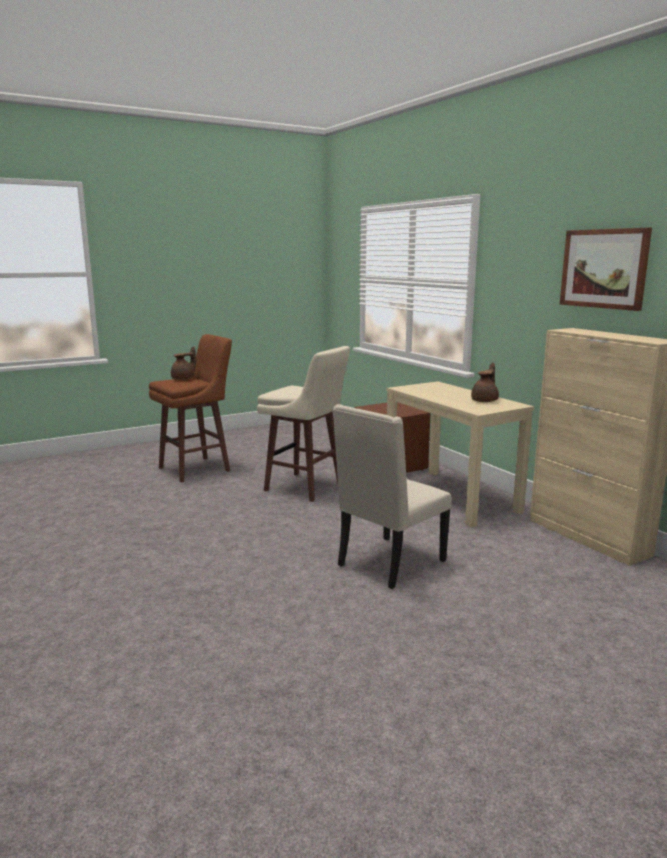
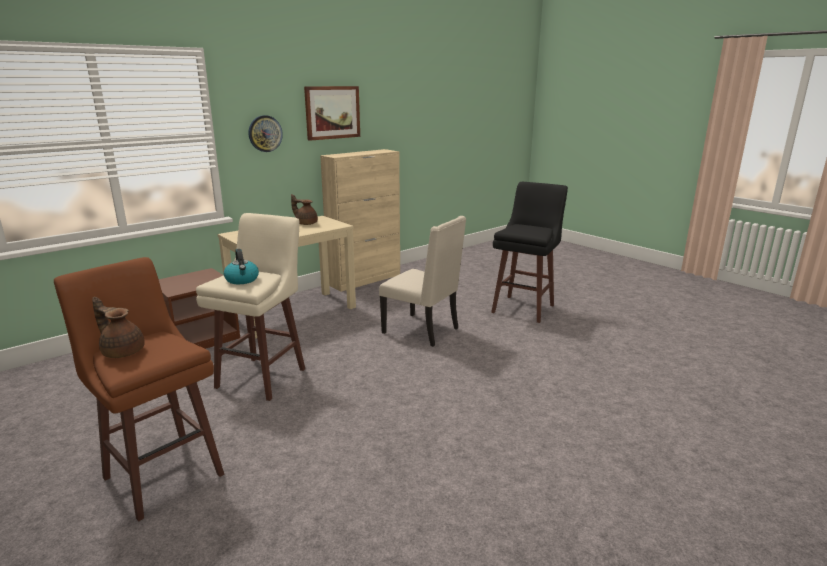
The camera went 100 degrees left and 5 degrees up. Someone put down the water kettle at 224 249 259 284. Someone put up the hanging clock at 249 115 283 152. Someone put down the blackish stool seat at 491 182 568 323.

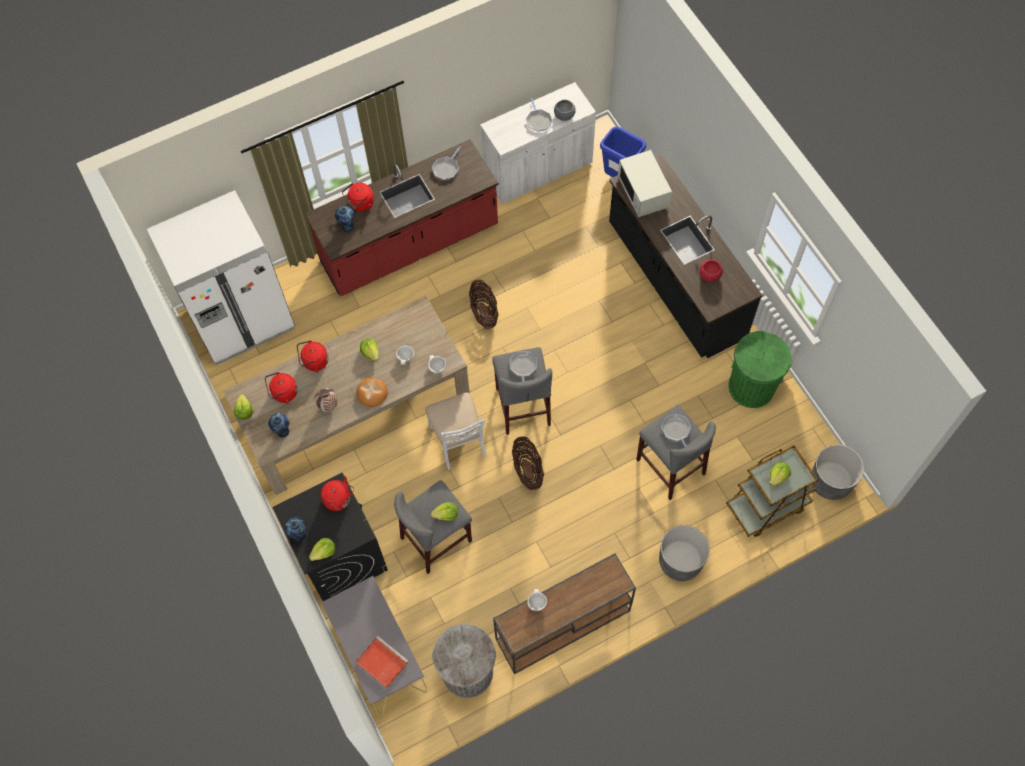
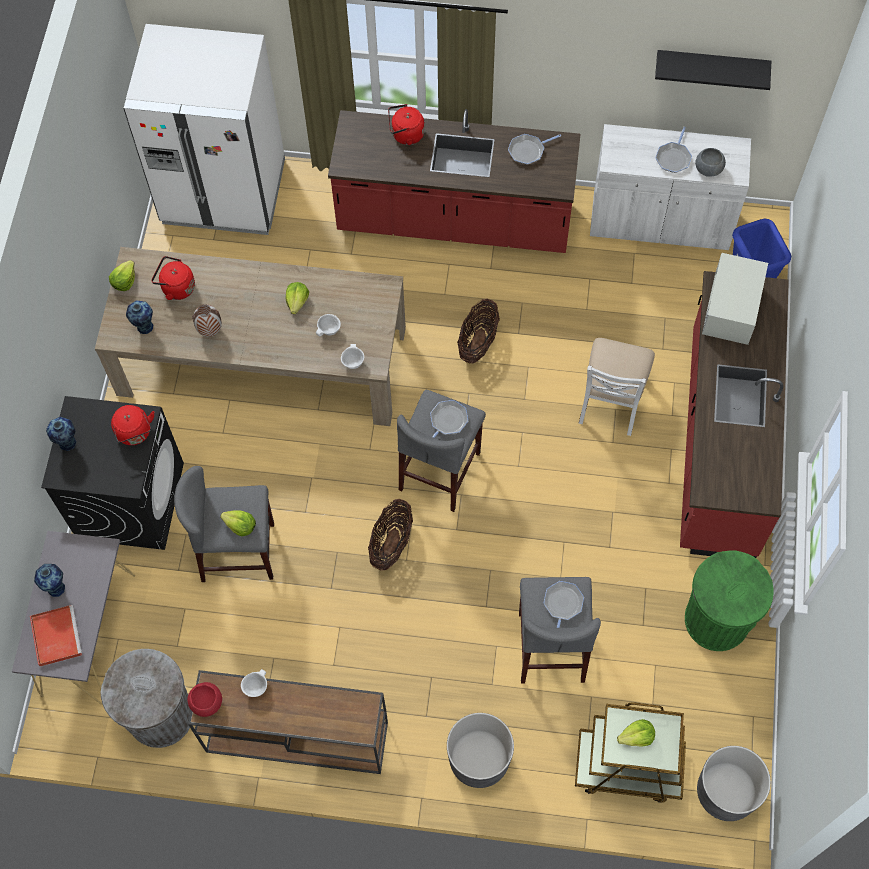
The camera went 35 degrees right and 0 degrees up. Someone took away the reddish water kettle at 297 340 328 372. Someone took away the lettuce at 309 538 335 561. Someone took away the baked bread at 356 378 388 407. Someone put up the blackish bracket shelf at 655 50 771 90. Someone carried the vase from 335 206 355 232 to 34 564 65 597. Someone carried the white upright chair from 425 393 487 470 to 579 338 655 436. Someone carried the reddish serving bowl from 699 260 723 282 to 187 682 222 717. Someone repainted the blackish kitchen counter at 609 155 763 359, which became the reddish kitchen counter at 680 271 789 558.

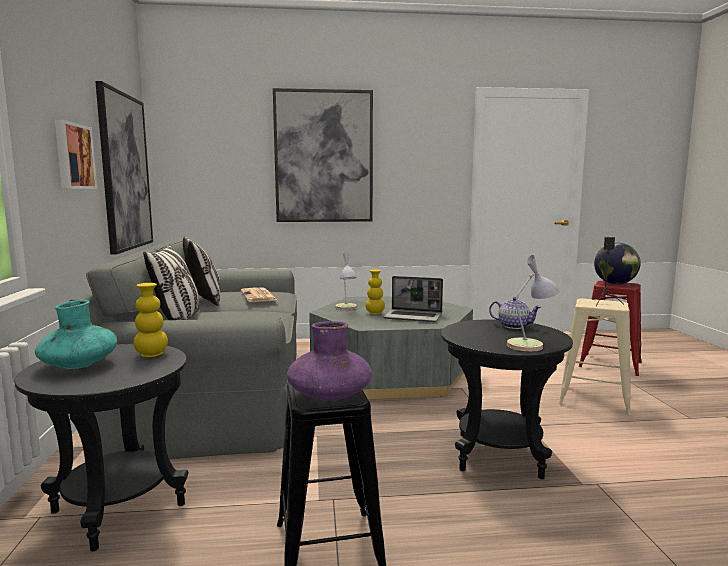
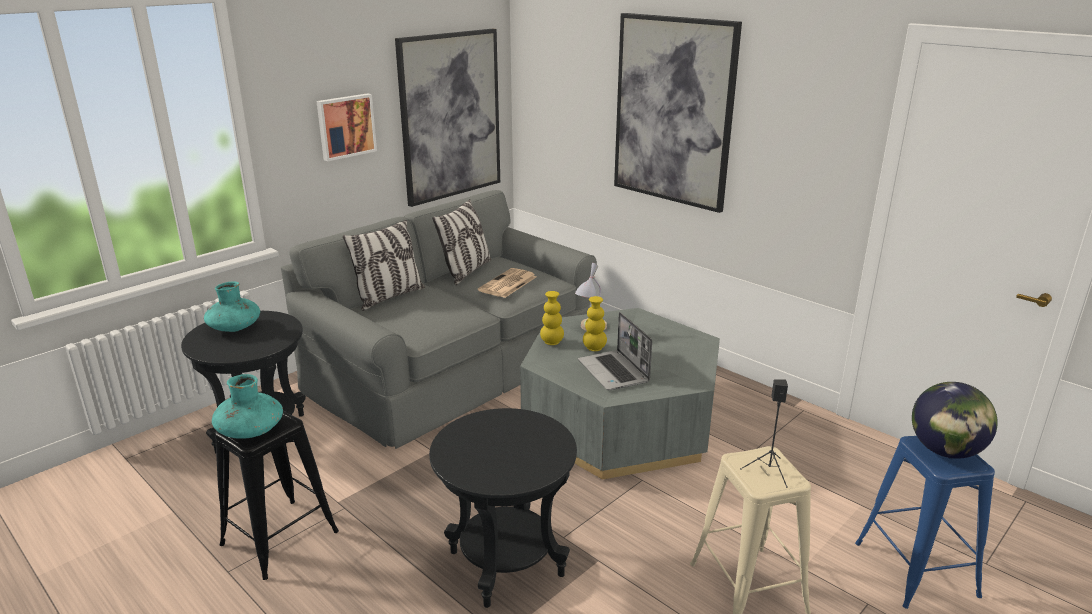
The camera went 50 degrees right and 15 degrees up. Someone took away the tea pot at 489 297 541 329. Someone took away the lamp for a table at 507 255 560 352. Someone carried the yellow-coloured vase from 133 283 168 357 to 540 291 564 345. Someone repainted the purple vase at 287 321 372 401, which became the blue-green vase at 212 374 283 439. Someone repainted the reddish stool seat at 579 281 642 376, which became the blue stool seat at 855 436 995 609.

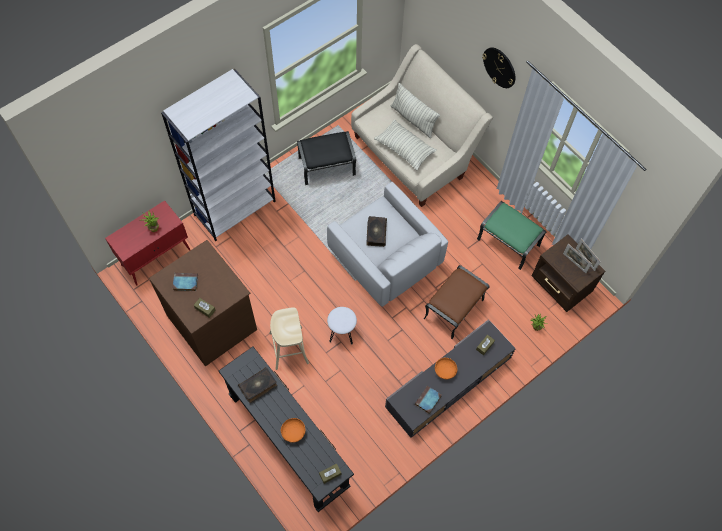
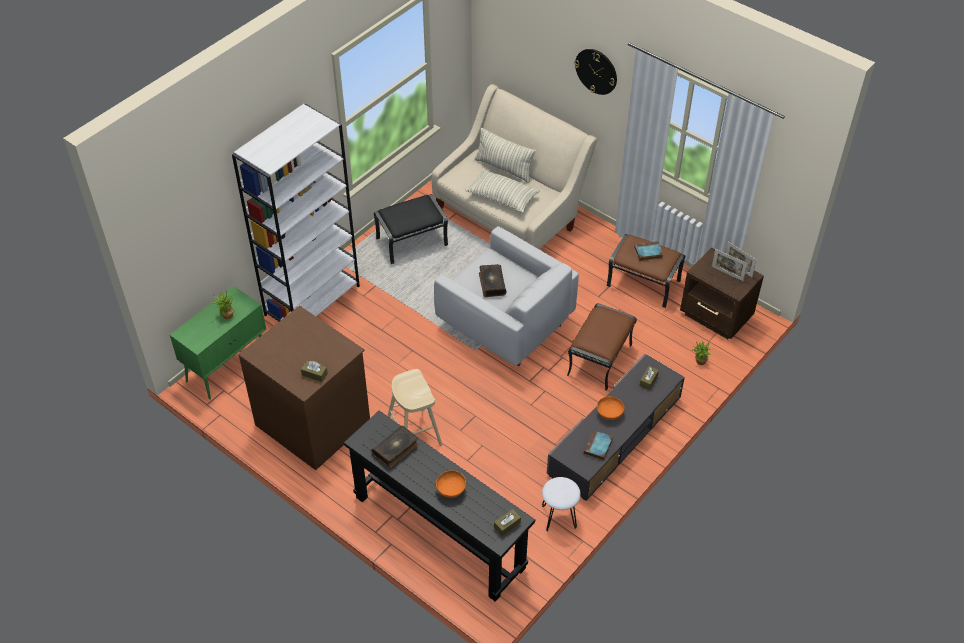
The camera went 10 degrees left and 15 degrees down. Someone carried the bound book from 172 273 198 291 to 634 241 663 261. Someone carried the white stool seat from 327 307 357 344 to 542 477 581 531. Someone repainted the reddish cupboard at 105 200 191 286, which became the greenish cupboard at 170 286 266 400. Someone repainted the greenish footrest at 477 201 547 270, which became the brown footrest at 607 234 685 308.

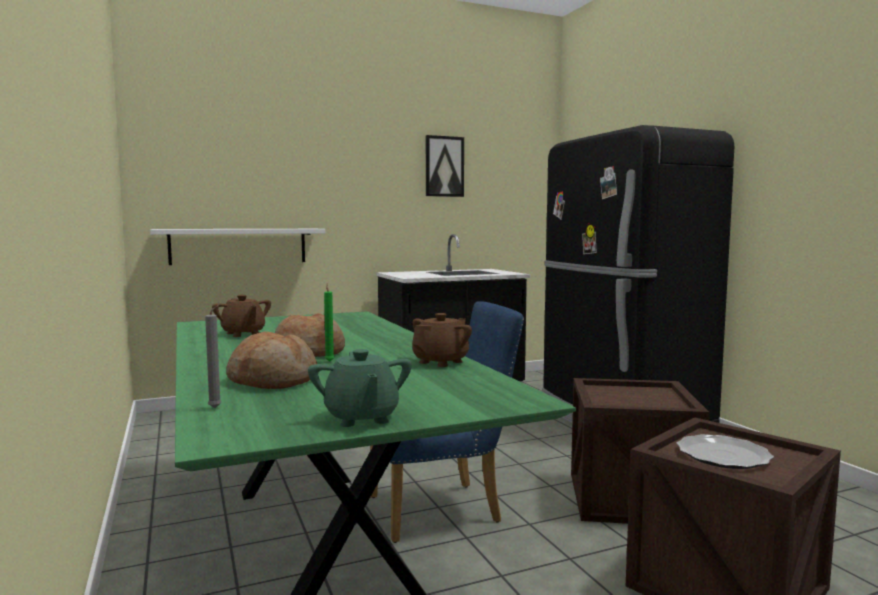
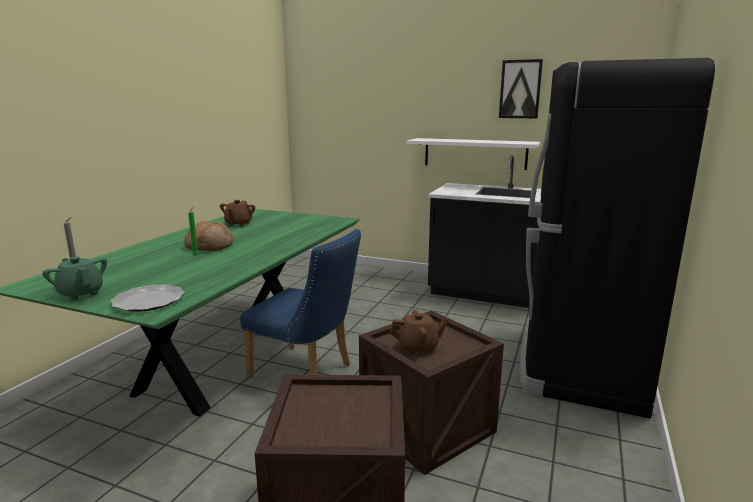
The camera went 45 degrees right and 10 degrees up. Someone took away the baked bread at 226 331 317 389. Someone carried the white bracket shelf from 150 229 325 265 to 407 138 540 170. Someone carried the brown tea pot from 412 313 472 367 to 390 310 448 354. Someone carried the flat dish from 676 434 774 469 to 110 284 185 312. Someone rotated the greenish tea pot at 308 349 412 427 by 105 degrees clockwise.

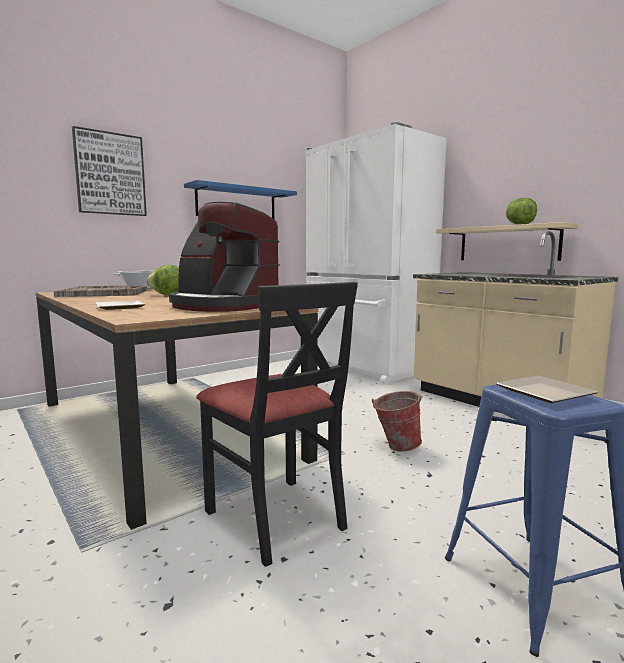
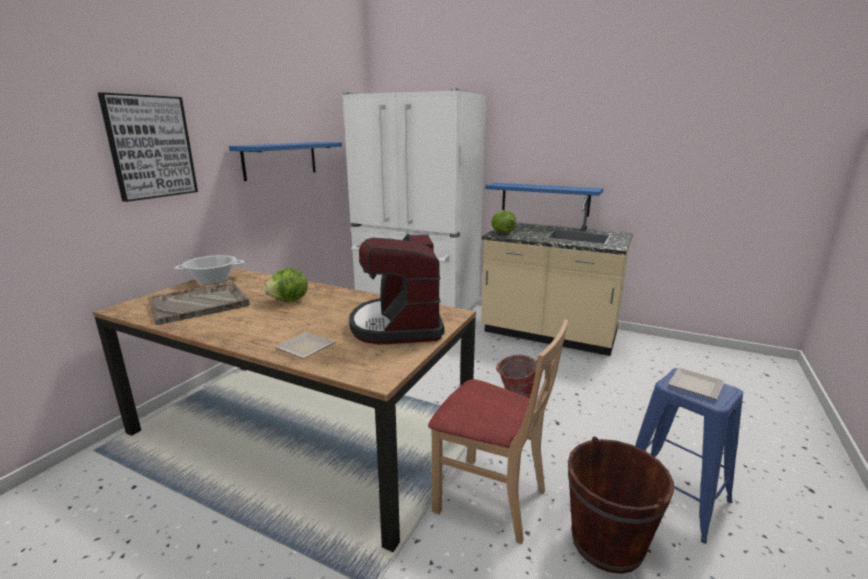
The camera went 25 degrees left and 10 degrees up. Someone put down the brown pail at 568 436 674 574. Someone carried the lettuce from 506 198 537 225 to 491 211 516 233. Someone repainted the blackish upright chair at 196 282 358 567, which became the beige-coloured upright chair at 428 319 568 544. Someone repainted the beige-coloured bracket shelf at 436 222 579 261, which became the blue bracket shelf at 485 183 603 217. Someone rotated the coffee maker at 169 202 280 312 by 75 degrees clockwise.

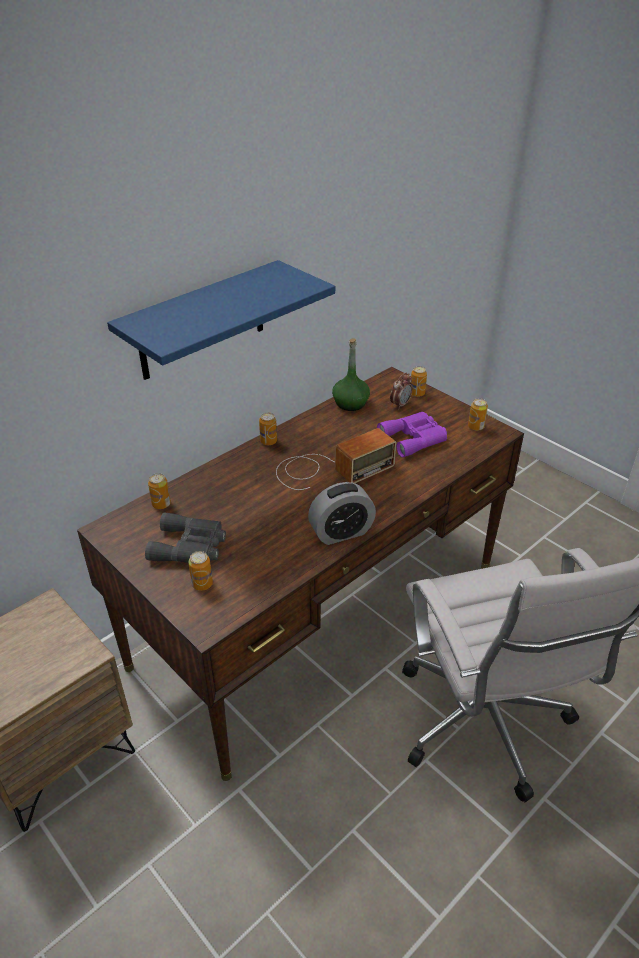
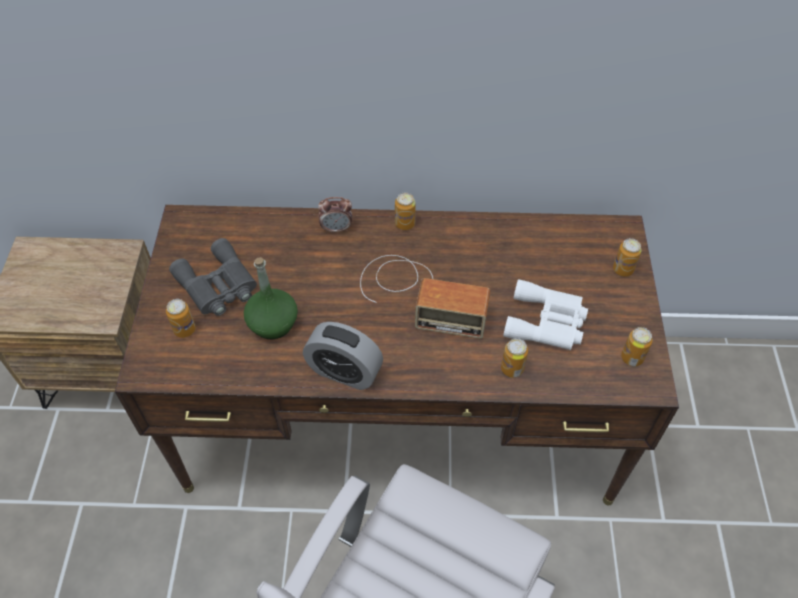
The camera went 45 degrees right and 15 degrees up. Someone took away the blue bracket shelf at 107 260 335 380. Someone carried the metal can from 148 473 171 509 to 501 338 528 378. Someone carried the greenish drink bottle from 332 338 370 411 to 244 257 298 339. Someone carried the alarm clock from 390 373 412 410 to 318 197 352 233. Someone repainted the purple binoculars at 377 412 447 458, which became the white binoculars at 503 279 588 350.

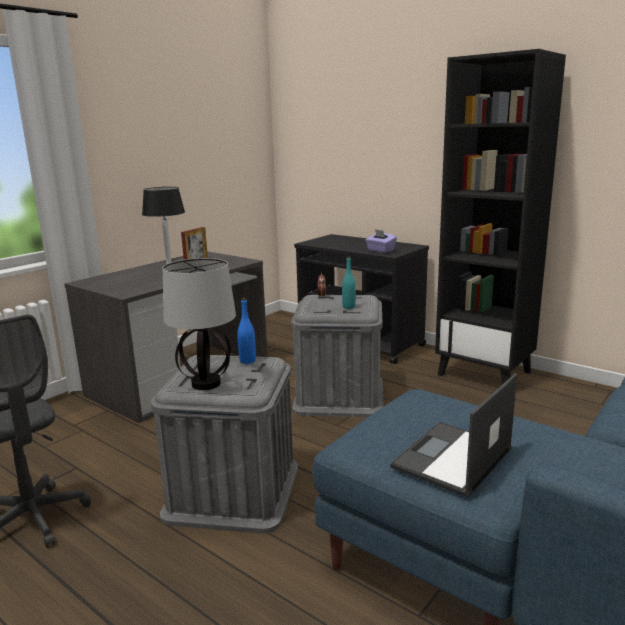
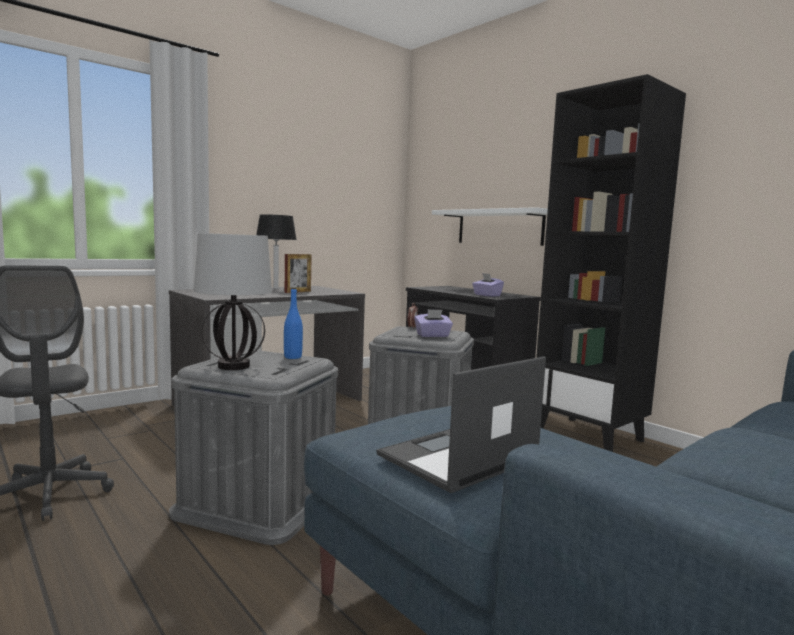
The camera went 10 degrees right and 10 degrees down. Someone put up the white bracket shelf at 432 207 548 246. Someone swapped the blue-green drink bottle at 342 257 356 309 for the purple tissue holder at 414 309 453 337.

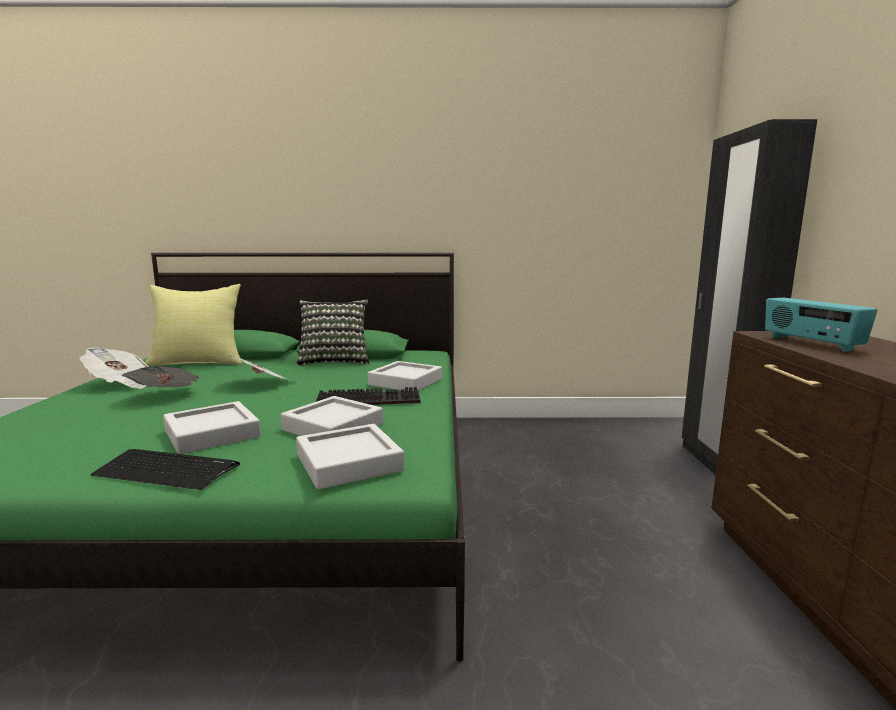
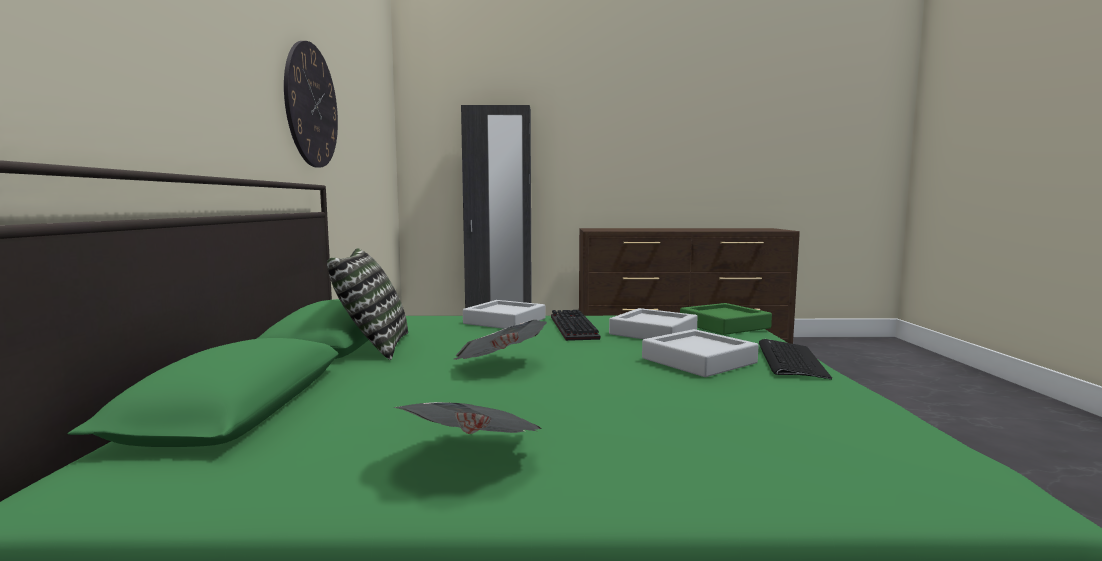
The camera went 90 degrees left and 5 degrees down. Someone took away the newspaper at 122 366 199 387. Someone took away the yellow-coloured cushion at 145 284 242 366. Someone took away the radio receiver at 765 298 878 352. Someone put up the hanging clock at 284 41 338 168. Someone repainted the gray serving tray at 296 424 404 489, which became the greenish serving tray at 680 303 772 335.

